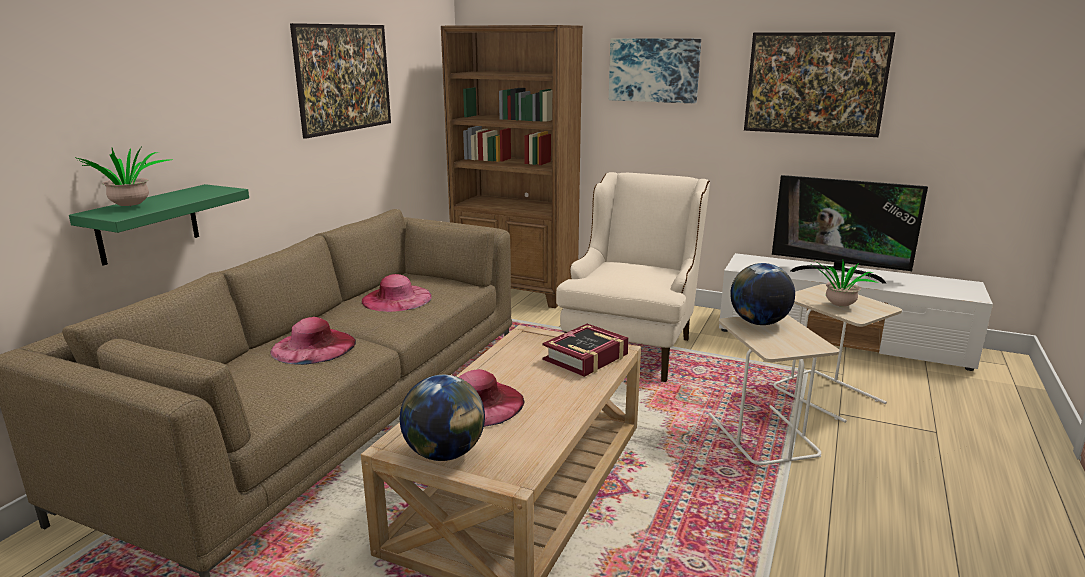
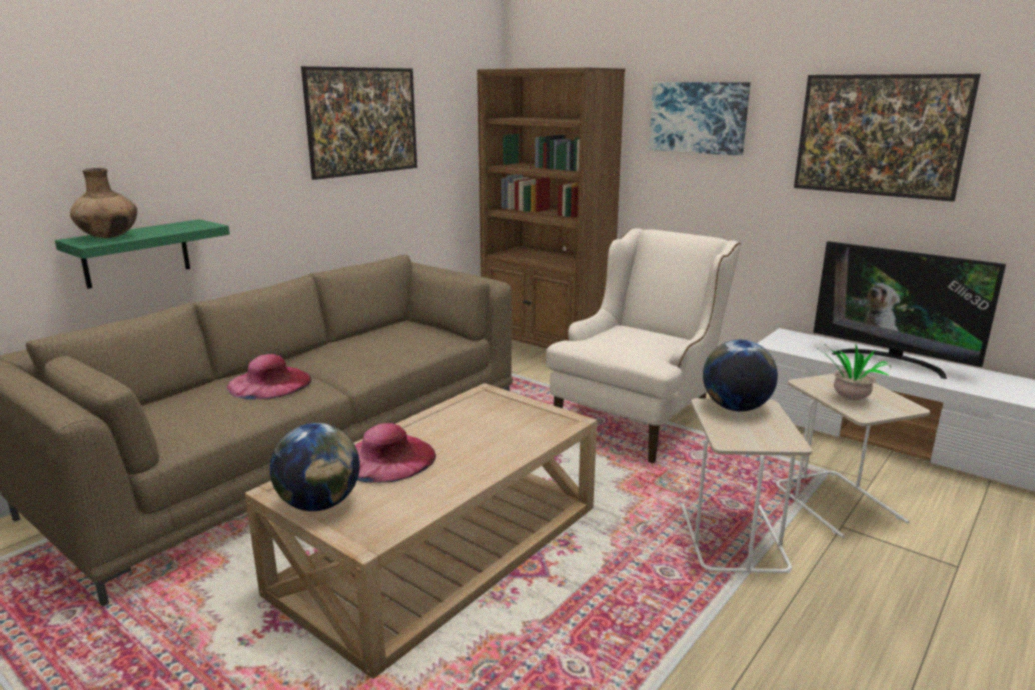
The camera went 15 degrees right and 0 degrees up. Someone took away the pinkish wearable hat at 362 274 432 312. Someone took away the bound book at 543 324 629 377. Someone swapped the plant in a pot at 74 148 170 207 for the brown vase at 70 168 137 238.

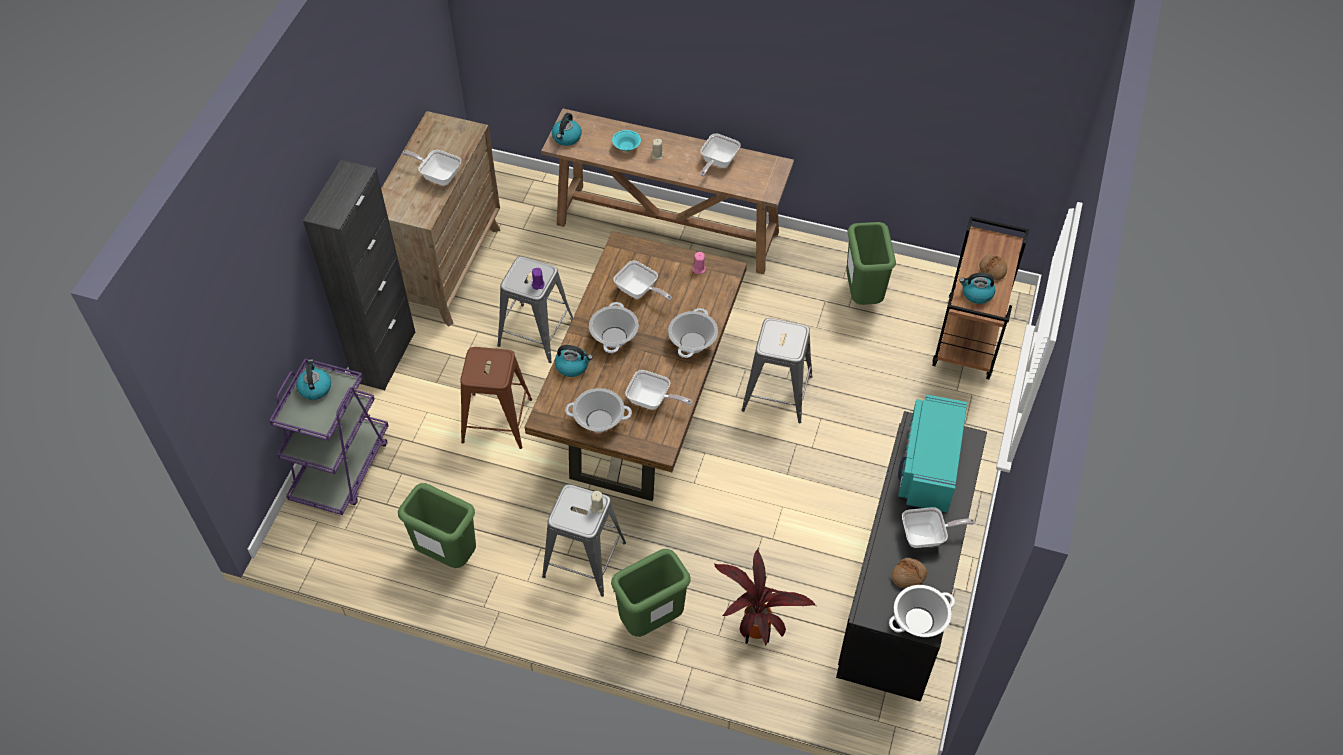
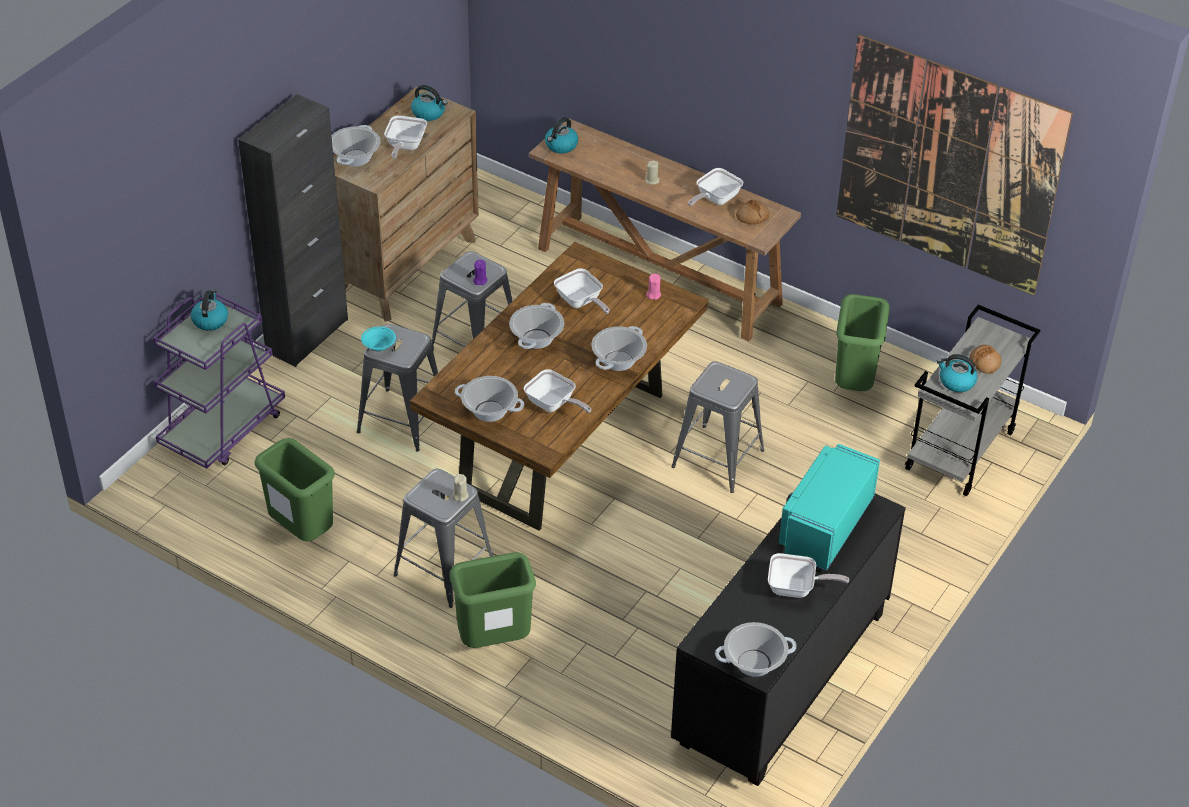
The camera went 15 degrees right and 10 degrees down. Someone took away the plant in a pot at 714 549 816 646. Someone put down the cooking pot at 332 125 380 167. Someone put up the wall art at 836 35 1073 295. Someone carried the water kettle from 555 345 593 377 to 411 85 447 121. Someone carried the blue-green serving bowl from 612 130 641 151 to 361 326 396 352. Someone carried the baked bread from 892 558 927 588 to 736 200 769 224. Someone repainted the brown stool seat at 460 347 532 449, which became the gray stool seat at 357 324 438 452. Someone repainted the brown wheeled cart at 932 216 1029 379, which became the gray wheeled cart at 905 305 1040 496. Someone rotated the skillet at 402 150 461 186 by 120 degrees counterclockwise.

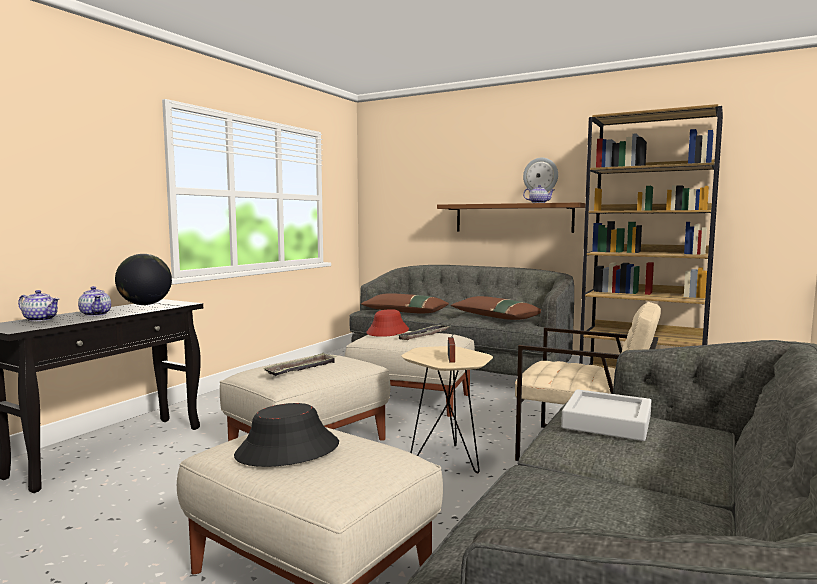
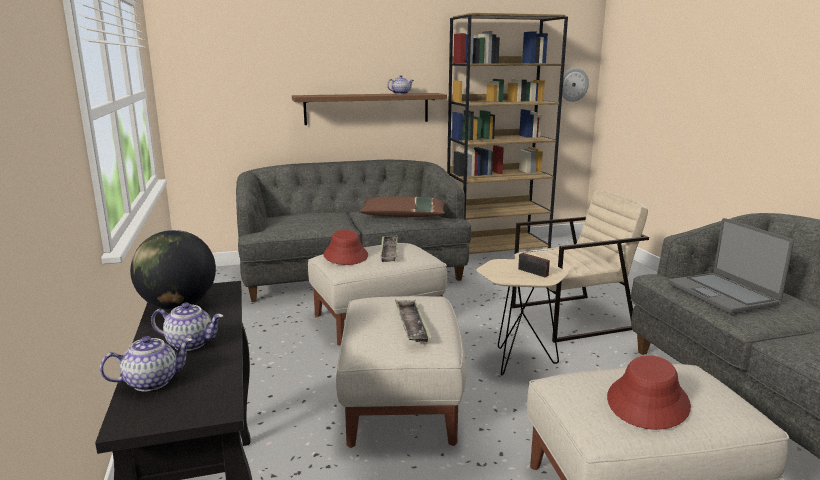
The camera went 45 degrees left and 10 degrees up. Someone took away the brown cushion at 361 293 449 313. Someone carried the hanging clock from 523 157 558 192 to 559 68 589 102. Someone swapped the gray serving tray at 561 389 651 441 for the portable computer at 668 218 794 313. Someone repainted the blackish wearable hat at 234 403 339 467, which became the reddish wearable hat at 607 355 691 430.

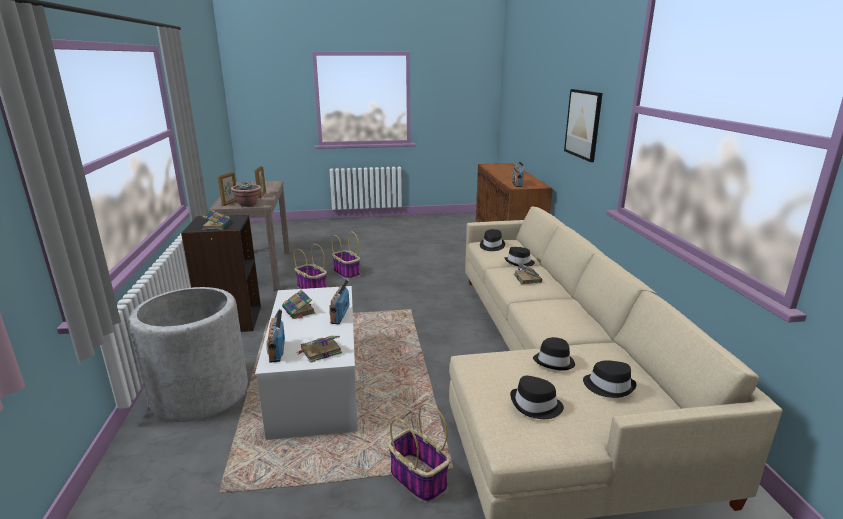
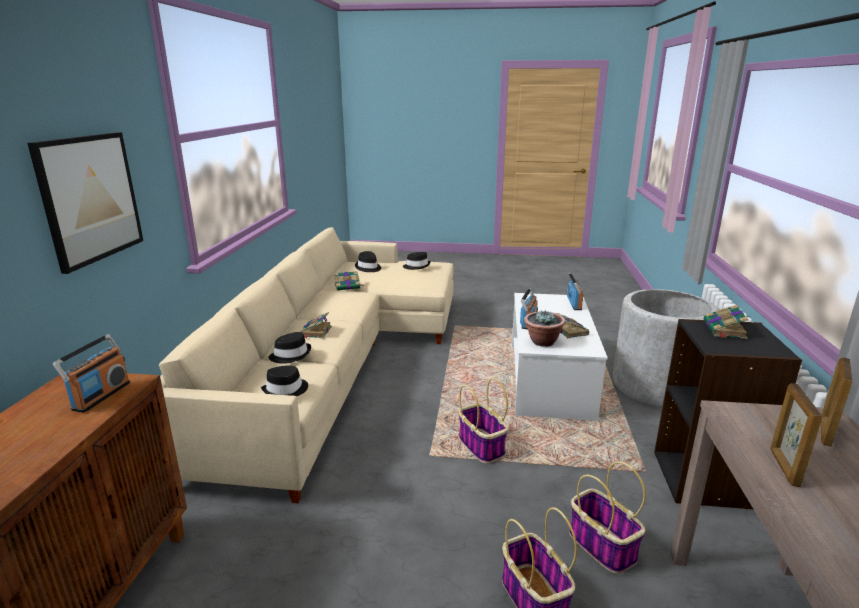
The camera went 165 degrees left and 0 degrees up. Someone took away the blackish wearable hat at 533 337 575 371. Someone carried the plant in a pot from 231 182 261 207 to 524 310 566 347. Someone carried the bound book from 297 336 342 363 to 334 271 363 291. Someone carried the basket from 388 403 450 503 to 458 378 508 463.

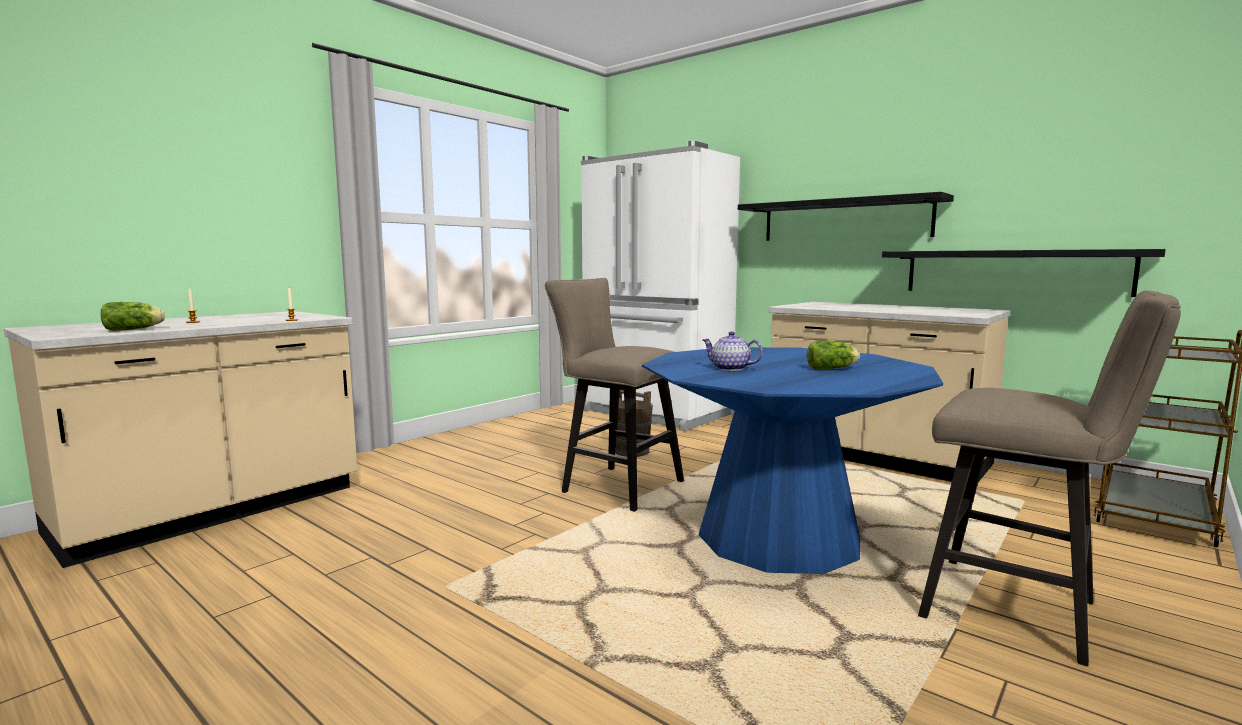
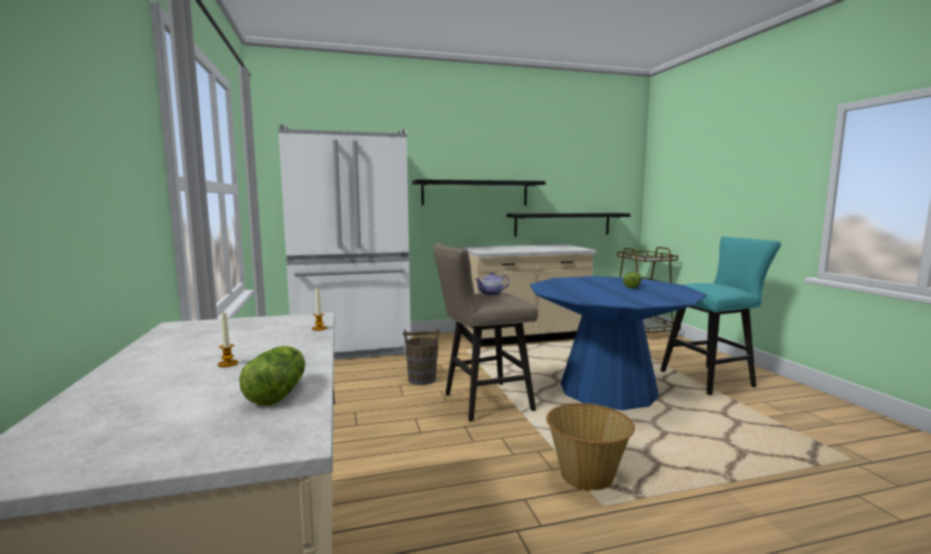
The camera went 55 degrees left and 0 degrees up. Someone put down the basket at 546 403 635 492. Someone carried the tea pot from 702 331 763 371 to 475 272 509 295. Someone repainted the beige-coloured stool seat at 918 290 1181 666, which became the blue-green stool seat at 660 236 781 395.

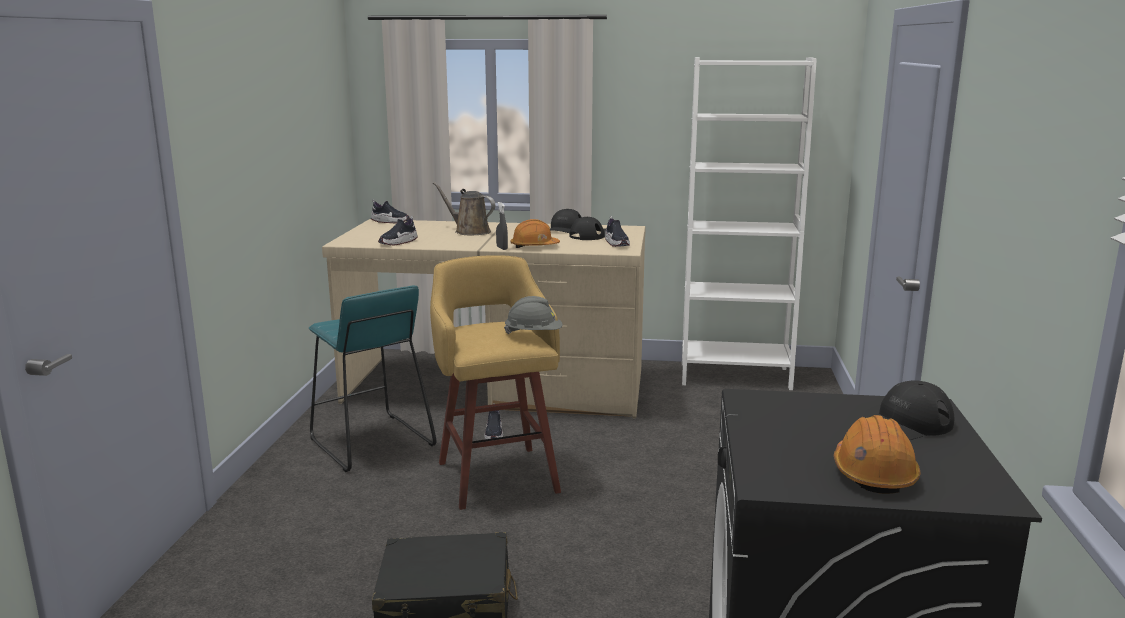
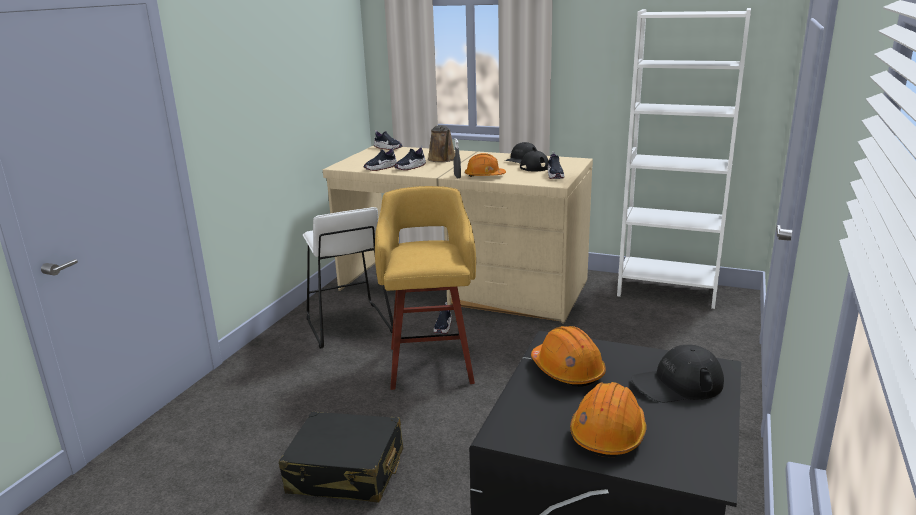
The camera went 15 degrees right and 5 degrees up. Someone took away the gray work helmet at 504 296 563 334. Someone put down the shoe at 394 146 426 170. Someone put down the orange work helmet at 531 326 606 387. Someone repainted the blue-green stool seat at 309 285 436 472, which became the white stool seat at 303 207 393 349. Someone rotated the brown watering pot at 433 182 495 235 by 150 degrees counterclockwise.

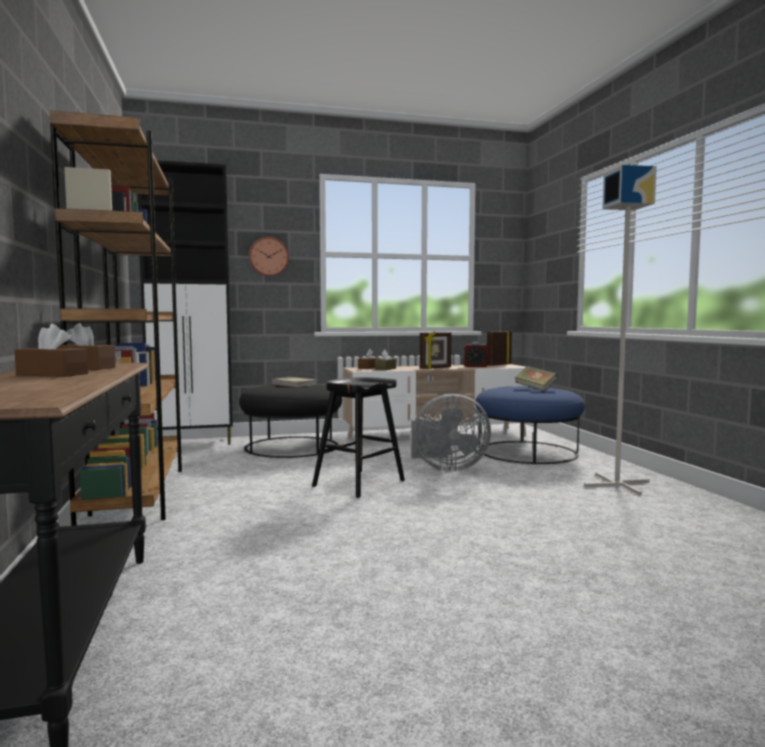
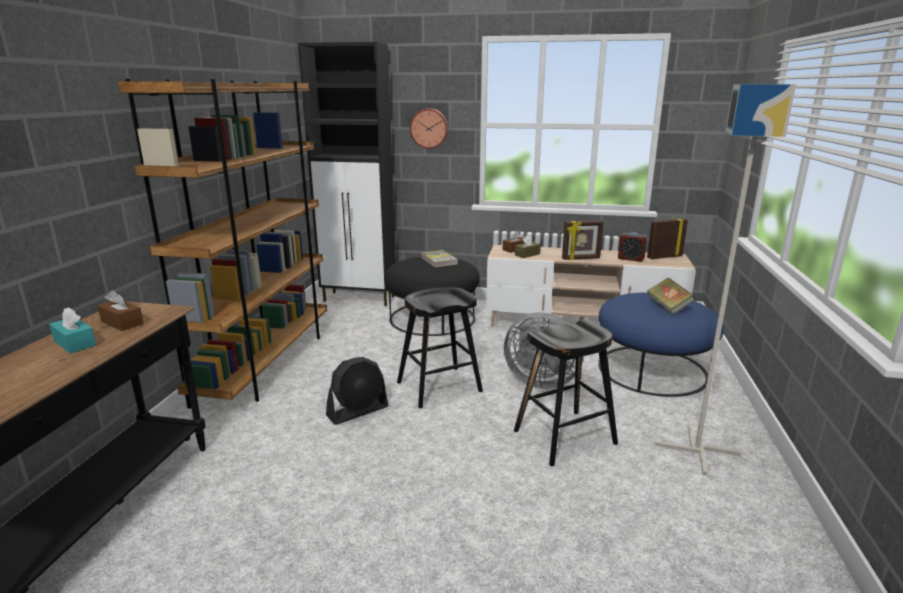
The camera went 25 degrees right and 15 degrees up. Someone put down the blackish electric fan at 326 357 388 425. Someone put down the blackish stool seat at 514 319 618 466. Someone repainted the brown tissue holder at 14 324 88 377, which became the blue-green tissue holder at 49 307 96 353.

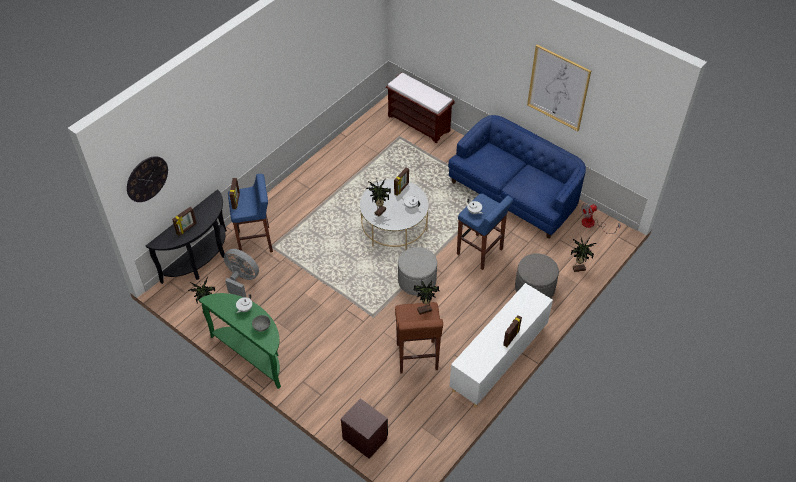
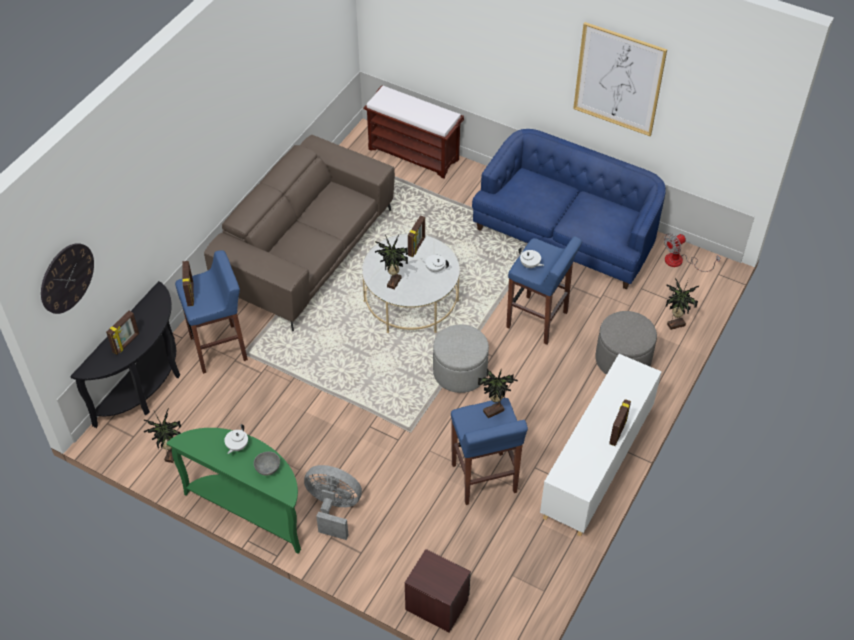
The camera went 10 degrees left and 0 degrees up. Someone put down the brown couch at 204 135 395 331. Someone carried the gray electric fan from 224 249 259 297 to 304 465 362 540. Someone repainted the brown stool seat at 395 302 443 373, which became the blue stool seat at 451 398 528 505.

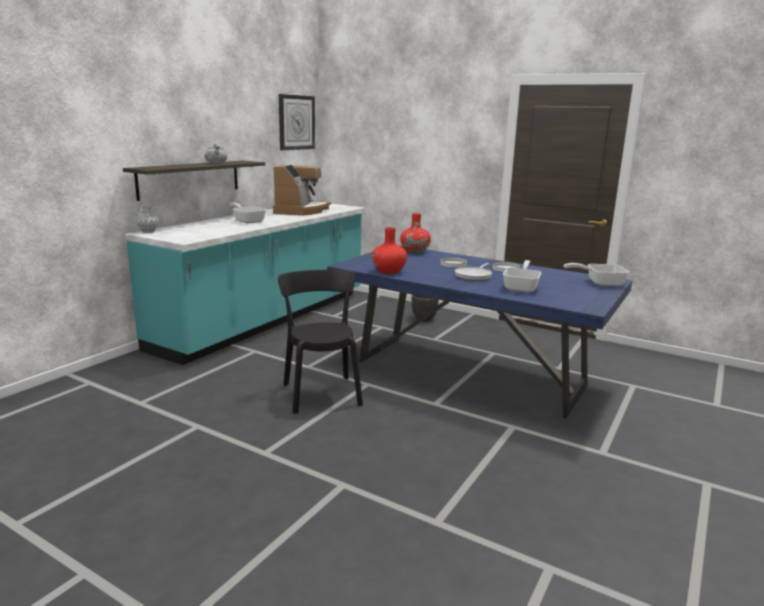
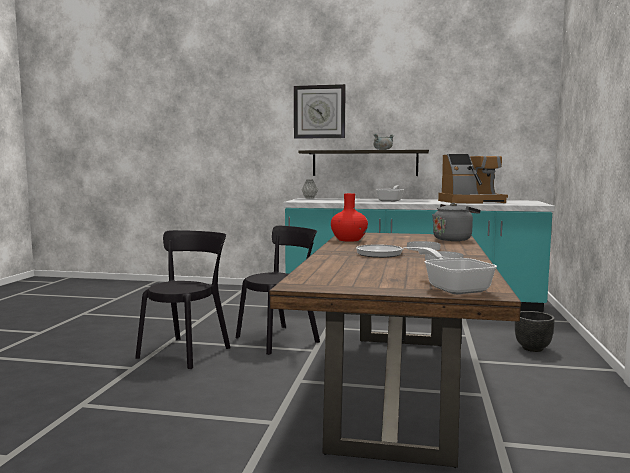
The camera went 70 degrees right and 10 degrees down. Someone took away the skillet at 503 260 541 292. Someone put down the blackish upright chair at 135 230 231 369. Someone carried the hanging clock from 279 94 315 150 to 294 84 345 139. Someone swapped the reddish vase at 400 213 431 254 for the gray water kettle at 432 203 481 241. Someone repainted the blue dinner table at 327 245 633 418, which became the brown dinner table at 270 233 521 468.

